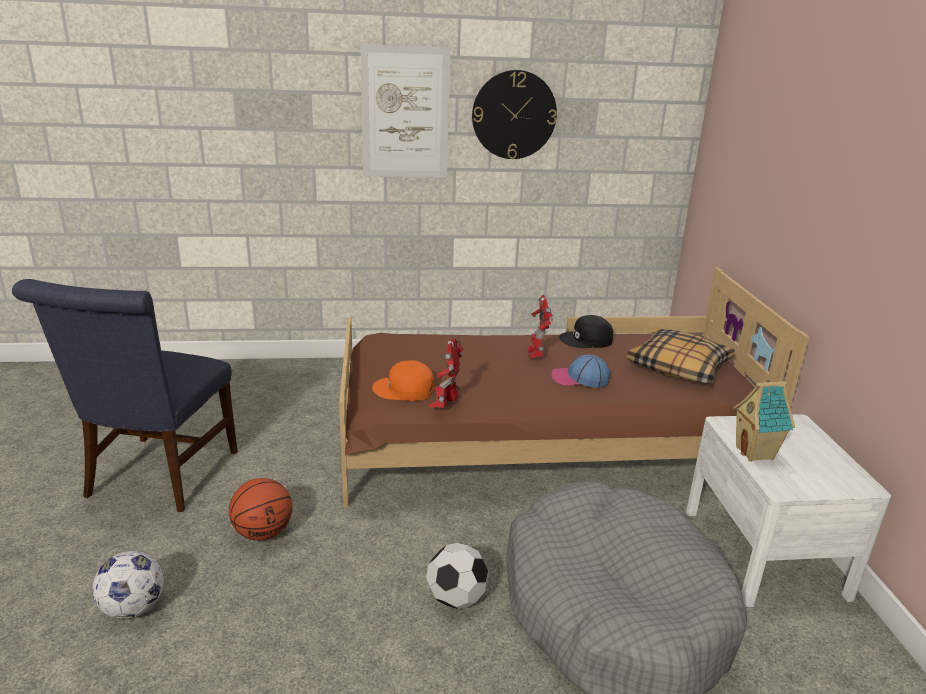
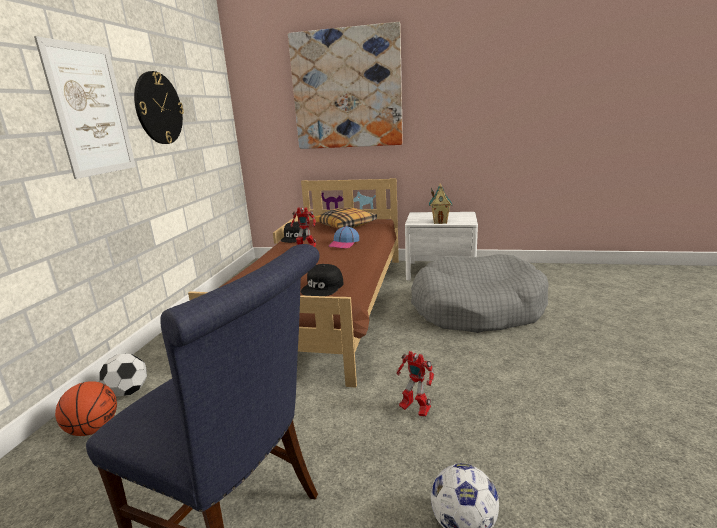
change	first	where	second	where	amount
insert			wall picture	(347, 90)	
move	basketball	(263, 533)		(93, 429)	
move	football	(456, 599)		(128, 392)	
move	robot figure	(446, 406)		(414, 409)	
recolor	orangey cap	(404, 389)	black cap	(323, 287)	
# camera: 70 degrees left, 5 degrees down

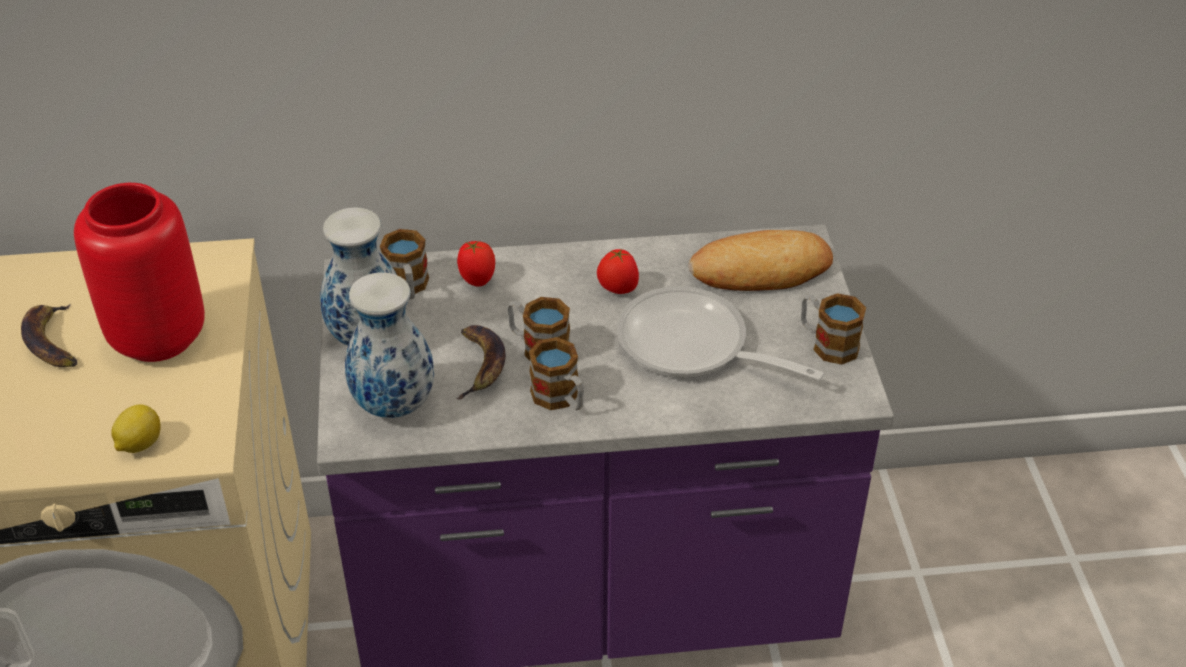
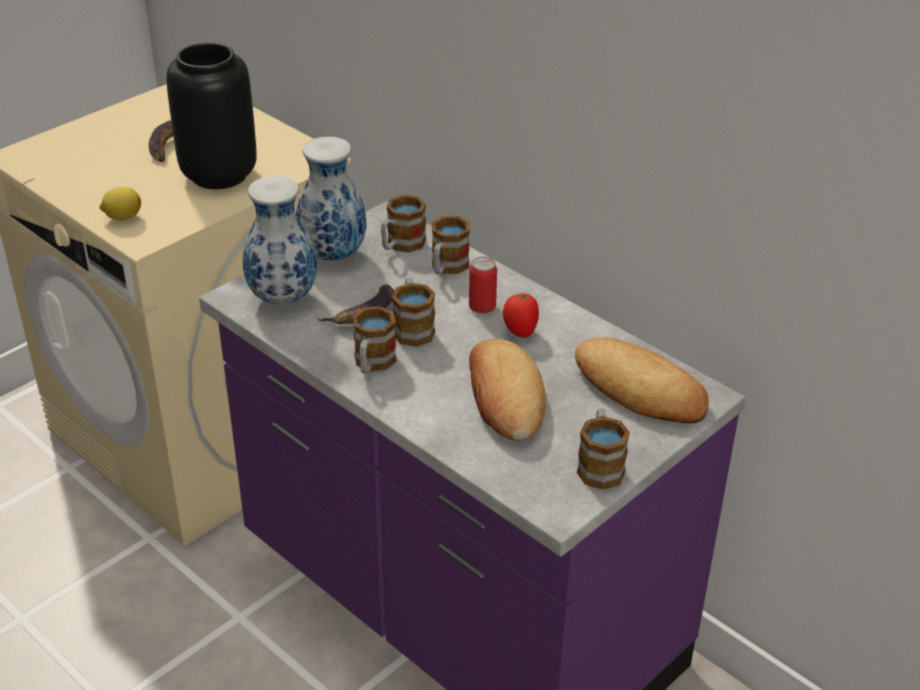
change	first	where	second	where	amount
insert			can	(482, 306)	
replace	tomato	(477, 279)	coffee mug	(447, 268)	
replace	frying pan	(692, 347)	baked bread	(504, 397)	
recolor	red decorative vase	(160, 337)	black decorative vase	(220, 176)	
# camera: 50 degrees right, 5 degrees down

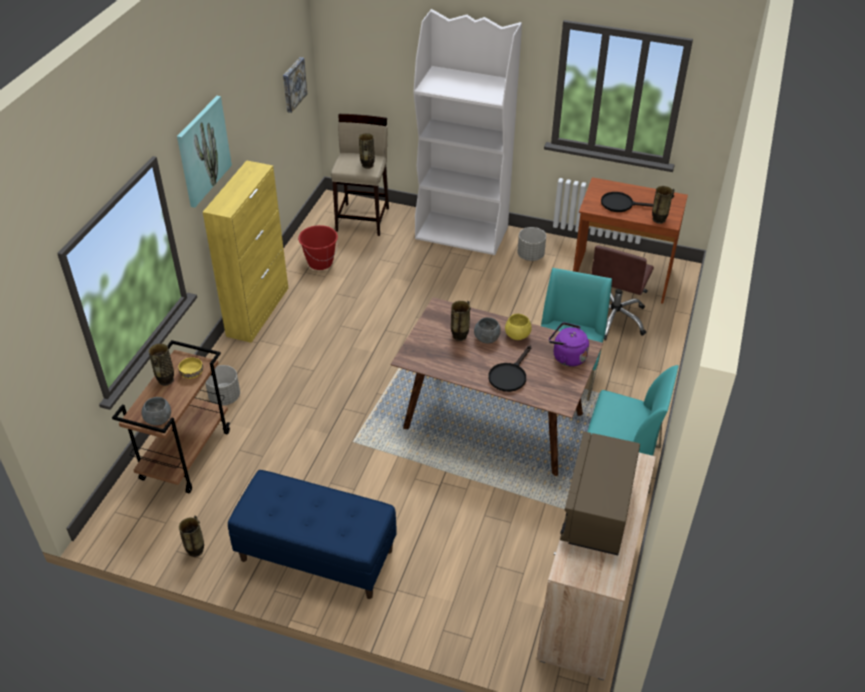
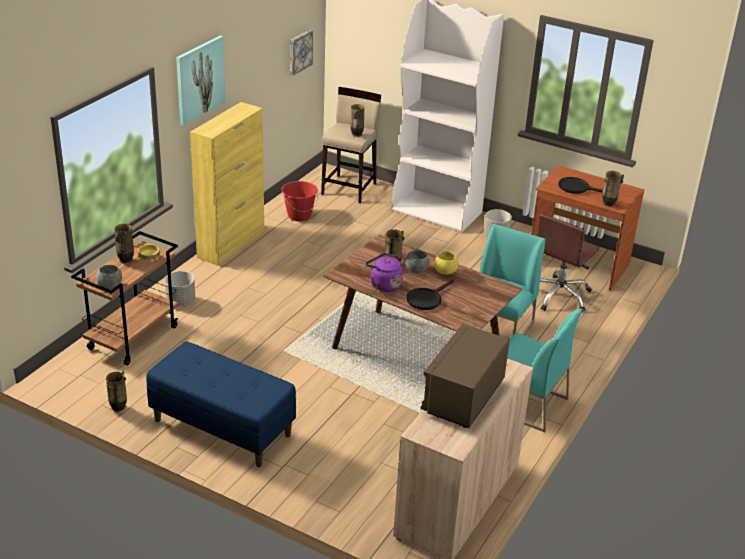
change	first	where	second	where	amount
move	purplish tea kettle	(567, 357)		(383, 285)	
# camera: 10 degrees right, 10 degrees down

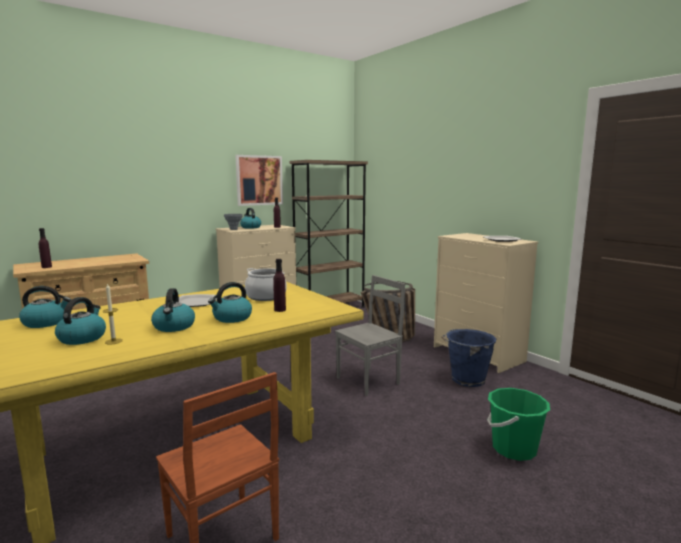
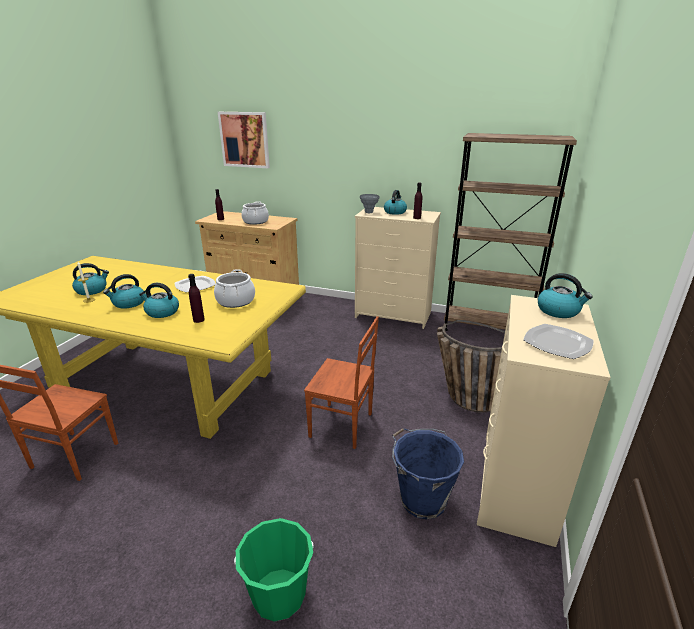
change	first	where	second	where	amount
insert			stockpot	(255, 221)	
move	tea kettle	(46, 323)		(559, 311)	
move	wall picture	(259, 180)		(244, 139)	
recolor	gray chair	(369, 381)	brown-coloured chair	(342, 426)	
# camera: 55 degrees right, 15 degrees up

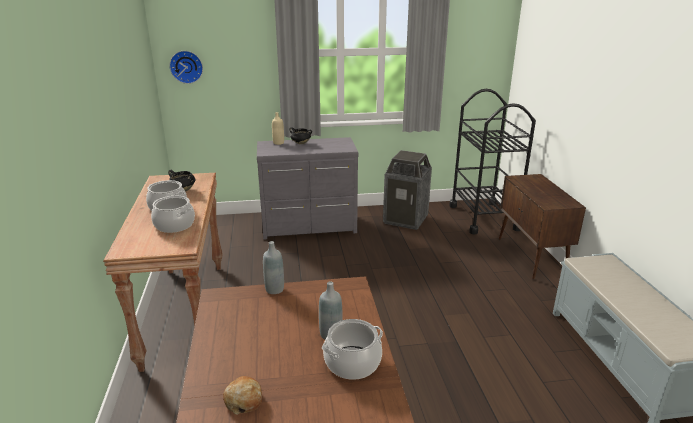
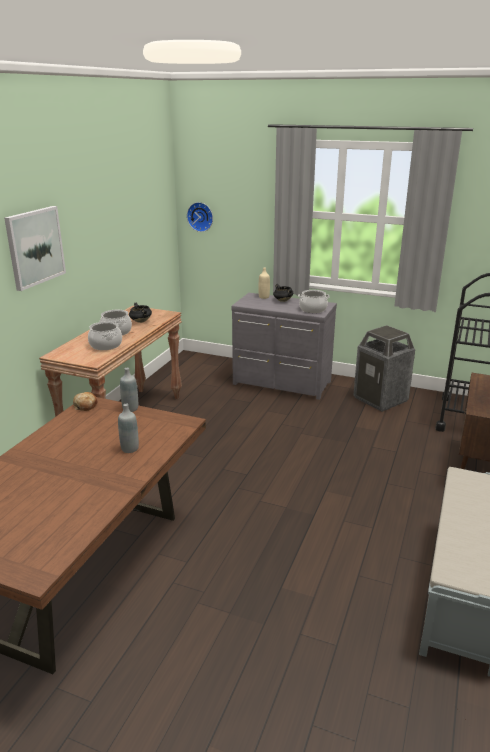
change	first	where	second	where	amount
insert			wall picture	(35, 247)	
move	baked bread	(243, 400)		(85, 406)	
move	stockpot	(352, 363)		(313, 309)	
# camera: 30 degrees right, 0 degrees up

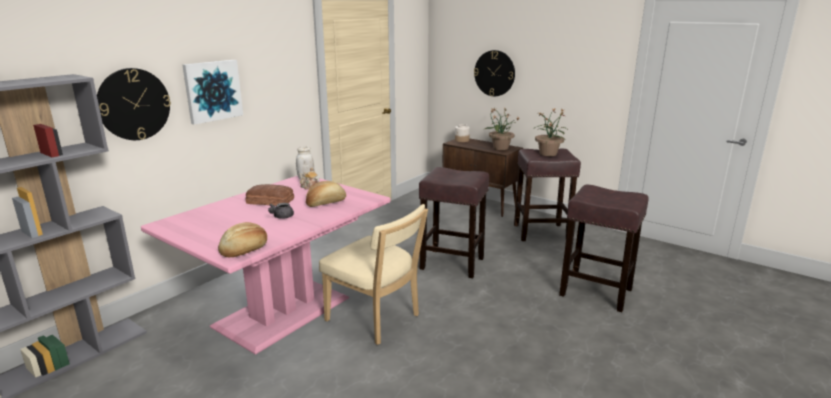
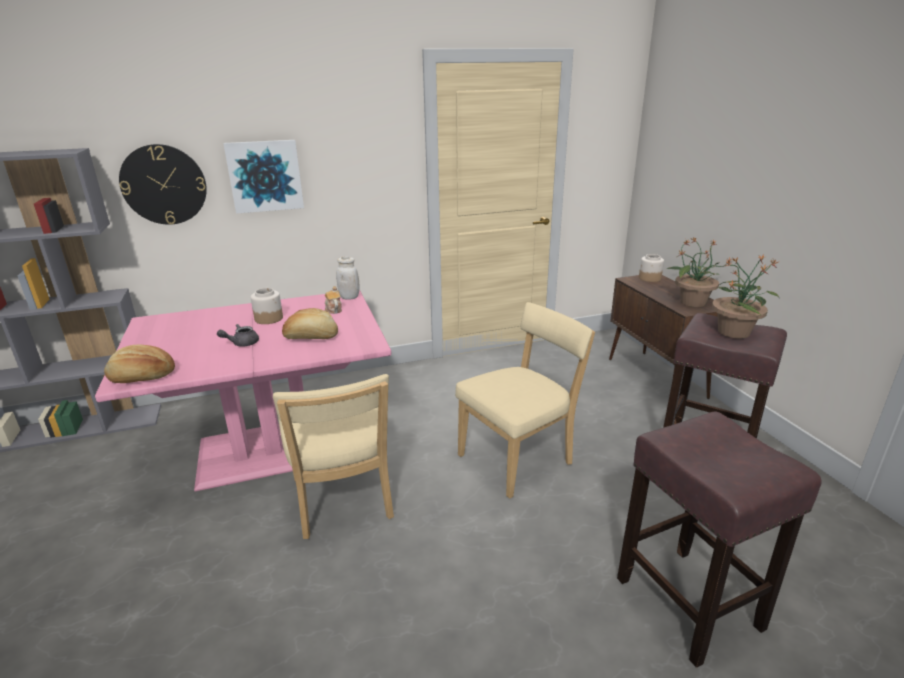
change	first	where	second	where	amount
delete	clock on the wall	(494, 73)			
replace	baked bread	(270, 201)	storage jar	(269, 318)	
replace	brown-coloured sitting stool	(453, 263)	beige-coloured chair	(519, 458)	
# camera: 35 degrees right, 5 degrees up

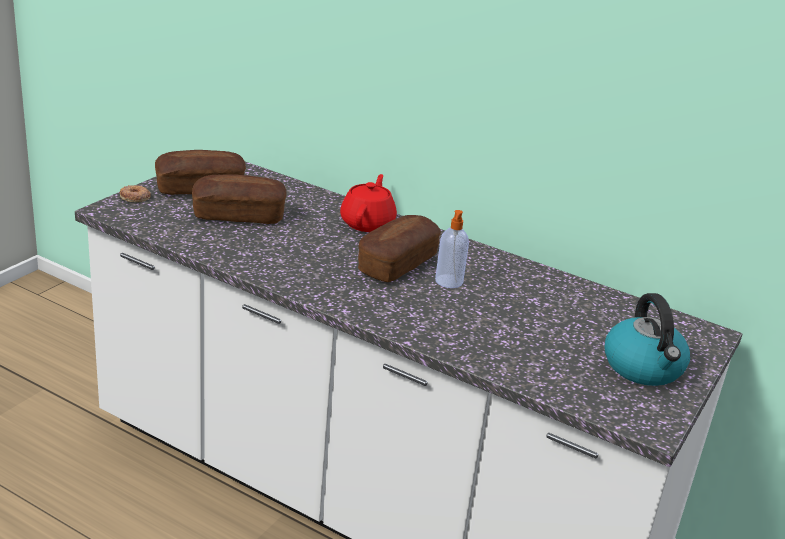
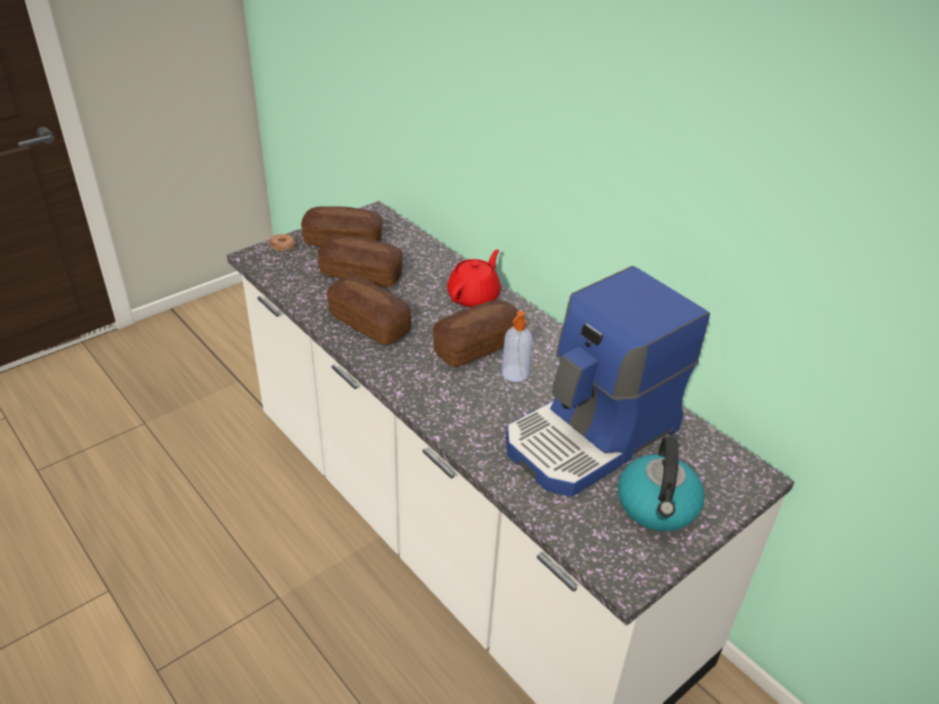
change	first	where	second	where	amount
insert			baked bread	(369, 323)	
insert			coffee machine	(592, 437)	
# camera: 20 degrees right, 10 degrees up

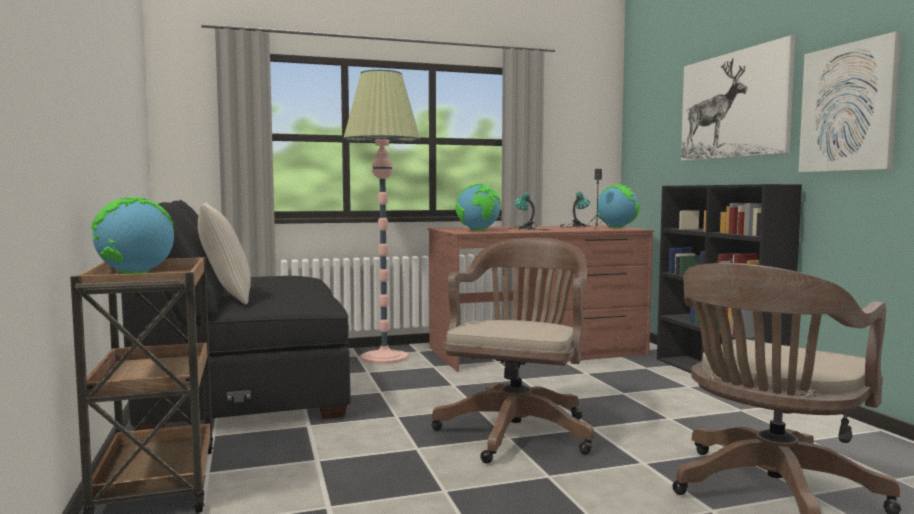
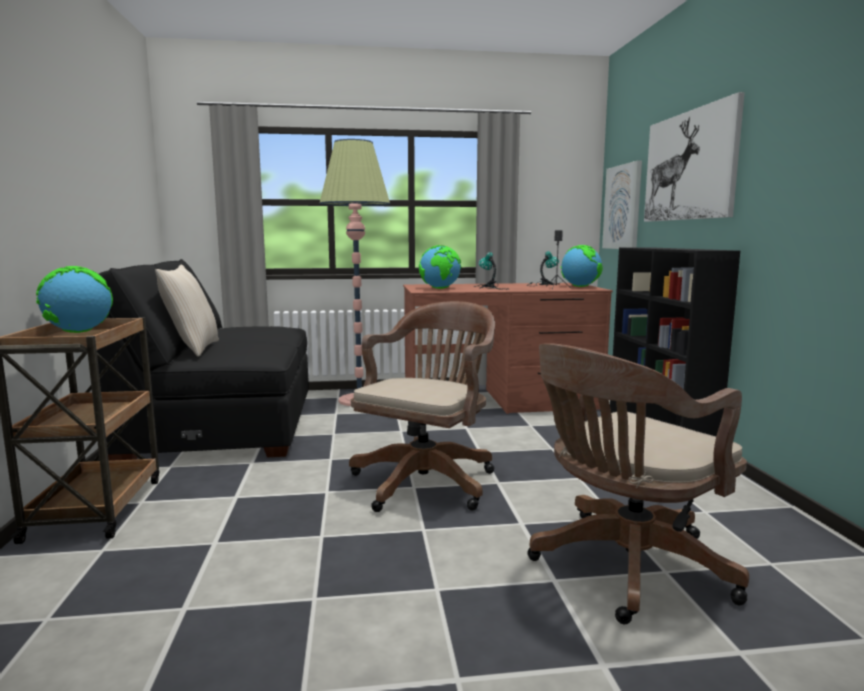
change	first	where	second	where	amount
move	wall picture	(848, 108)		(623, 207)	
# camera: 10 degrees right, 5 degrees up

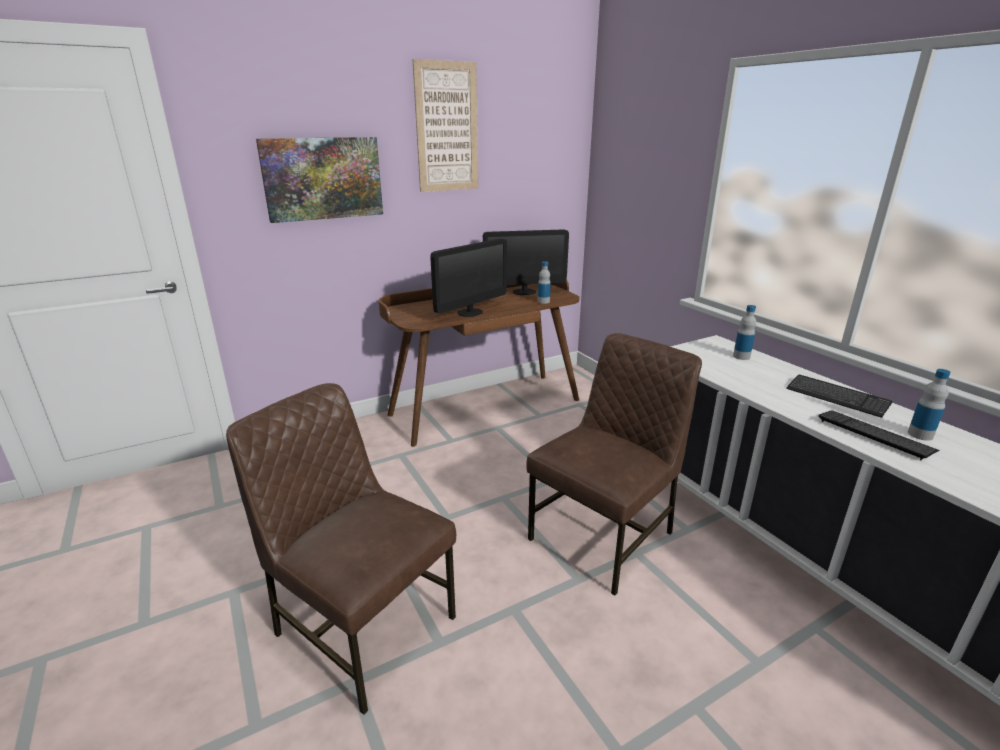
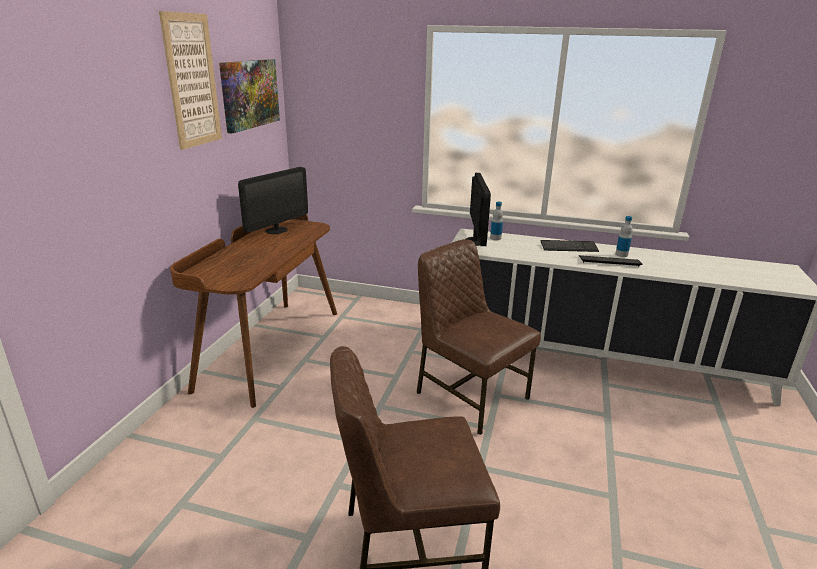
change	first	where	second	where	amount
delete	bottle	(543, 301)			
move	wall picture	(323, 178)		(249, 94)	
move	computer screen	(470, 312)		(475, 241)	
rotate	brown-coloured chair	(604, 536)		(470, 395)	45 degrees counterclockwise
# camera: 45 degrees left, 0 degrees up

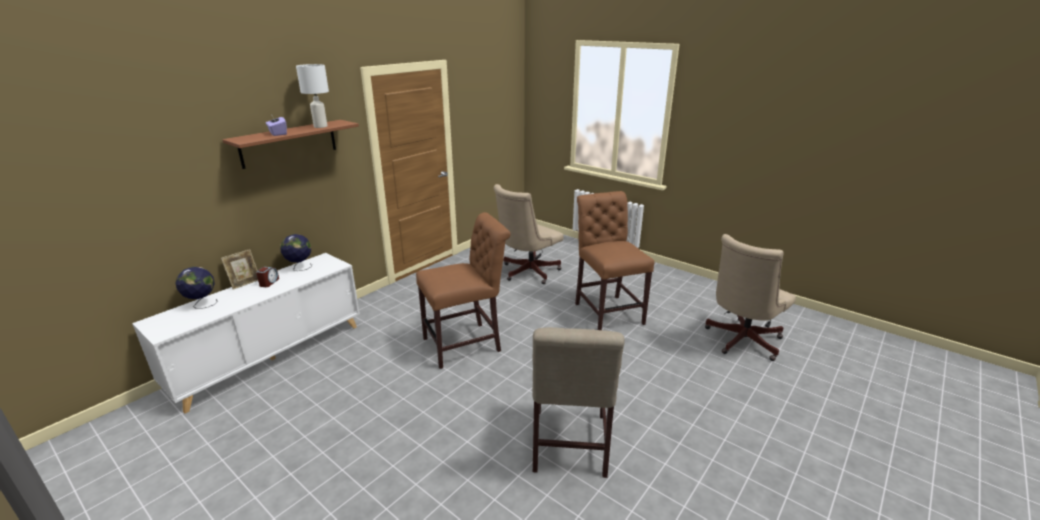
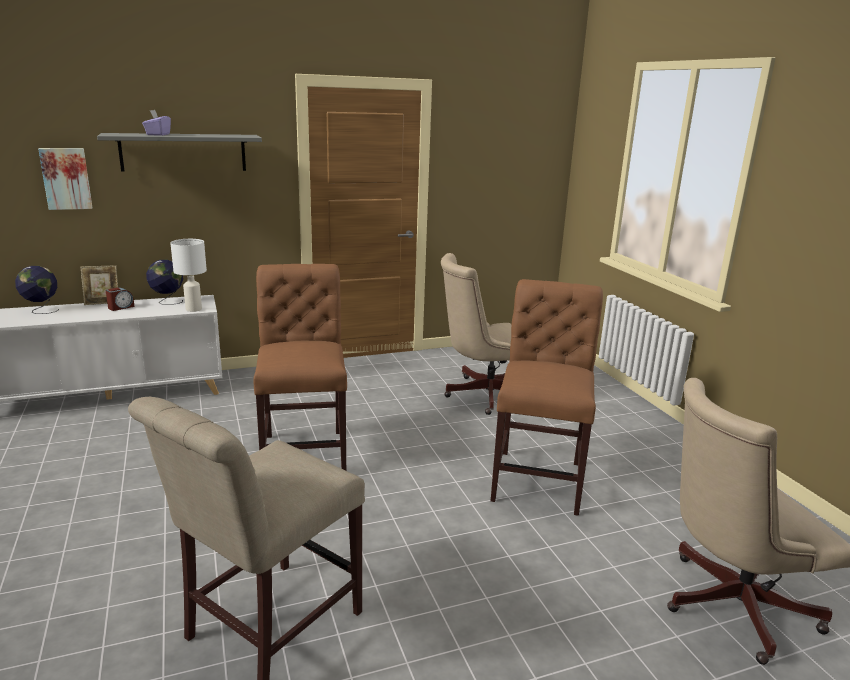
change	first	where	second	where	amount
insert			wall picture	(66, 178)	
move	whitish table lamp	(320, 126)		(193, 309)	
recolor	brown-coloured shelf	(289, 143)	gray shelf	(183, 152)	
rotate	brown-coloured chair	(466, 344)		(305, 451)	105 degrees counterclockwise
# camera: 30 degrees right, 5 degrees down

